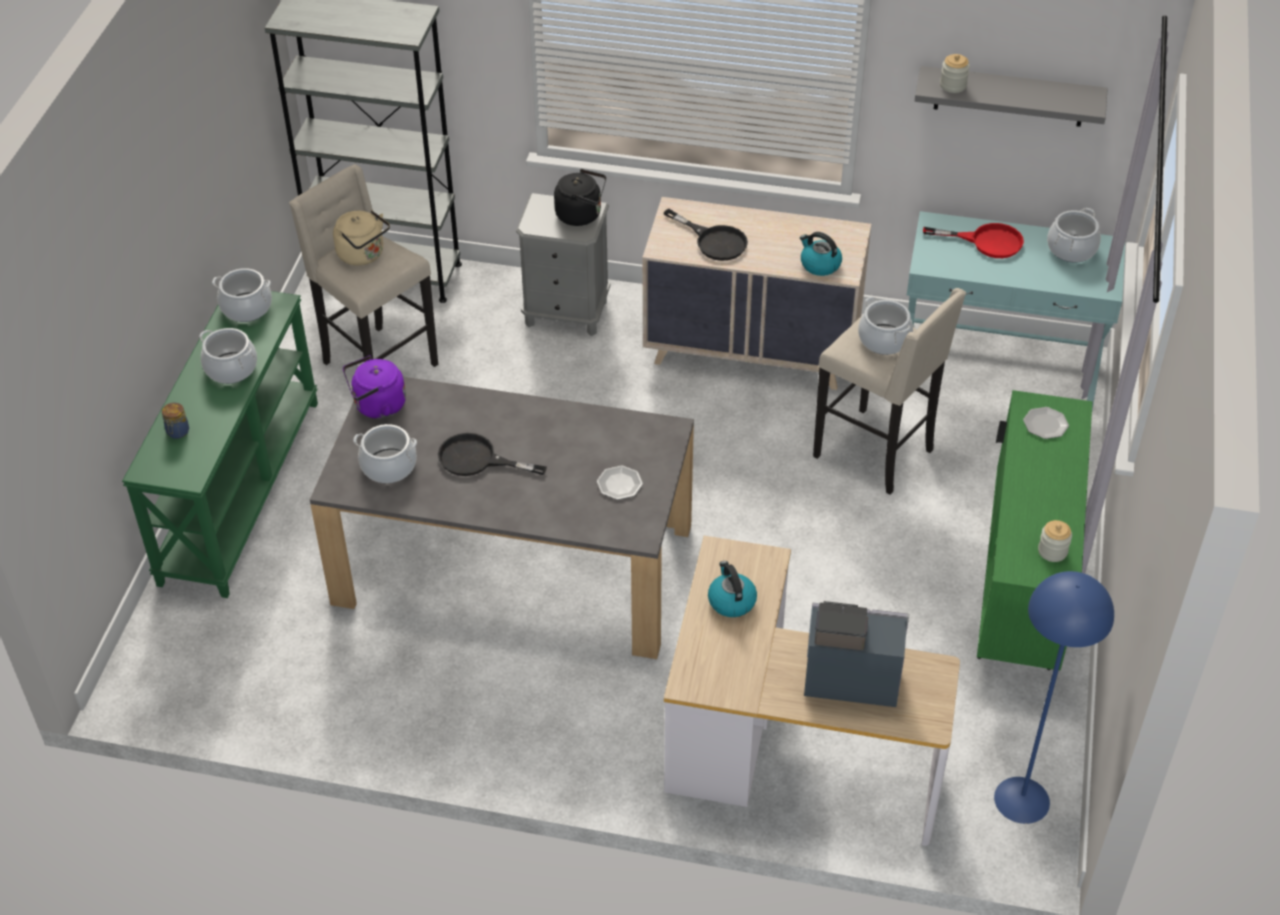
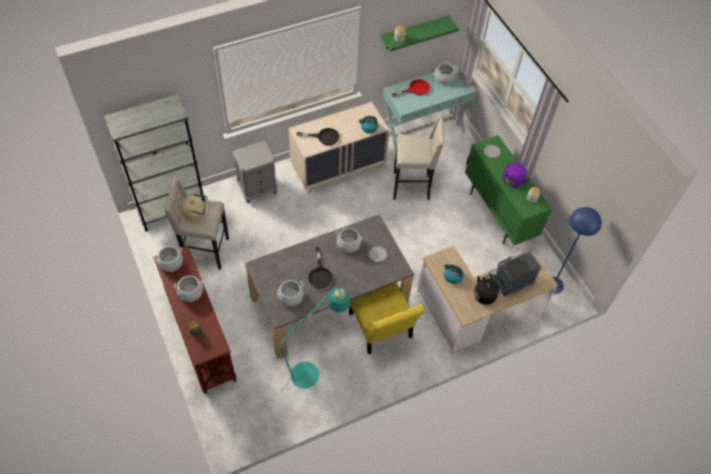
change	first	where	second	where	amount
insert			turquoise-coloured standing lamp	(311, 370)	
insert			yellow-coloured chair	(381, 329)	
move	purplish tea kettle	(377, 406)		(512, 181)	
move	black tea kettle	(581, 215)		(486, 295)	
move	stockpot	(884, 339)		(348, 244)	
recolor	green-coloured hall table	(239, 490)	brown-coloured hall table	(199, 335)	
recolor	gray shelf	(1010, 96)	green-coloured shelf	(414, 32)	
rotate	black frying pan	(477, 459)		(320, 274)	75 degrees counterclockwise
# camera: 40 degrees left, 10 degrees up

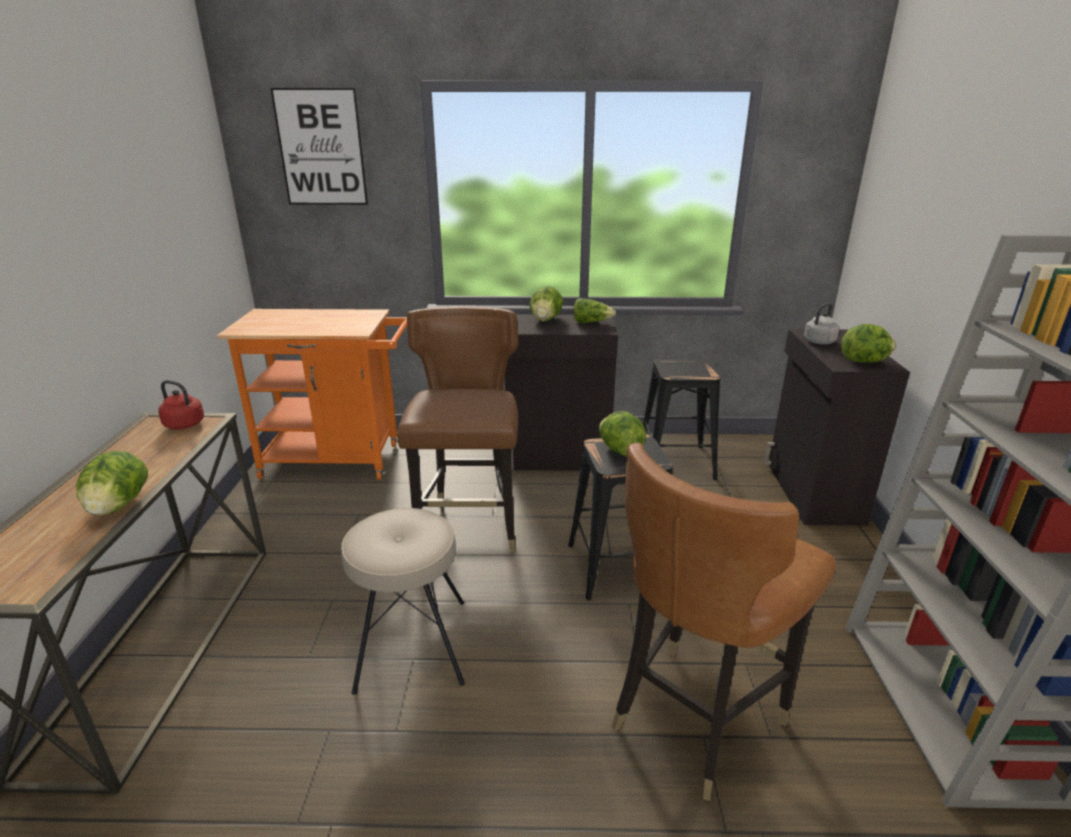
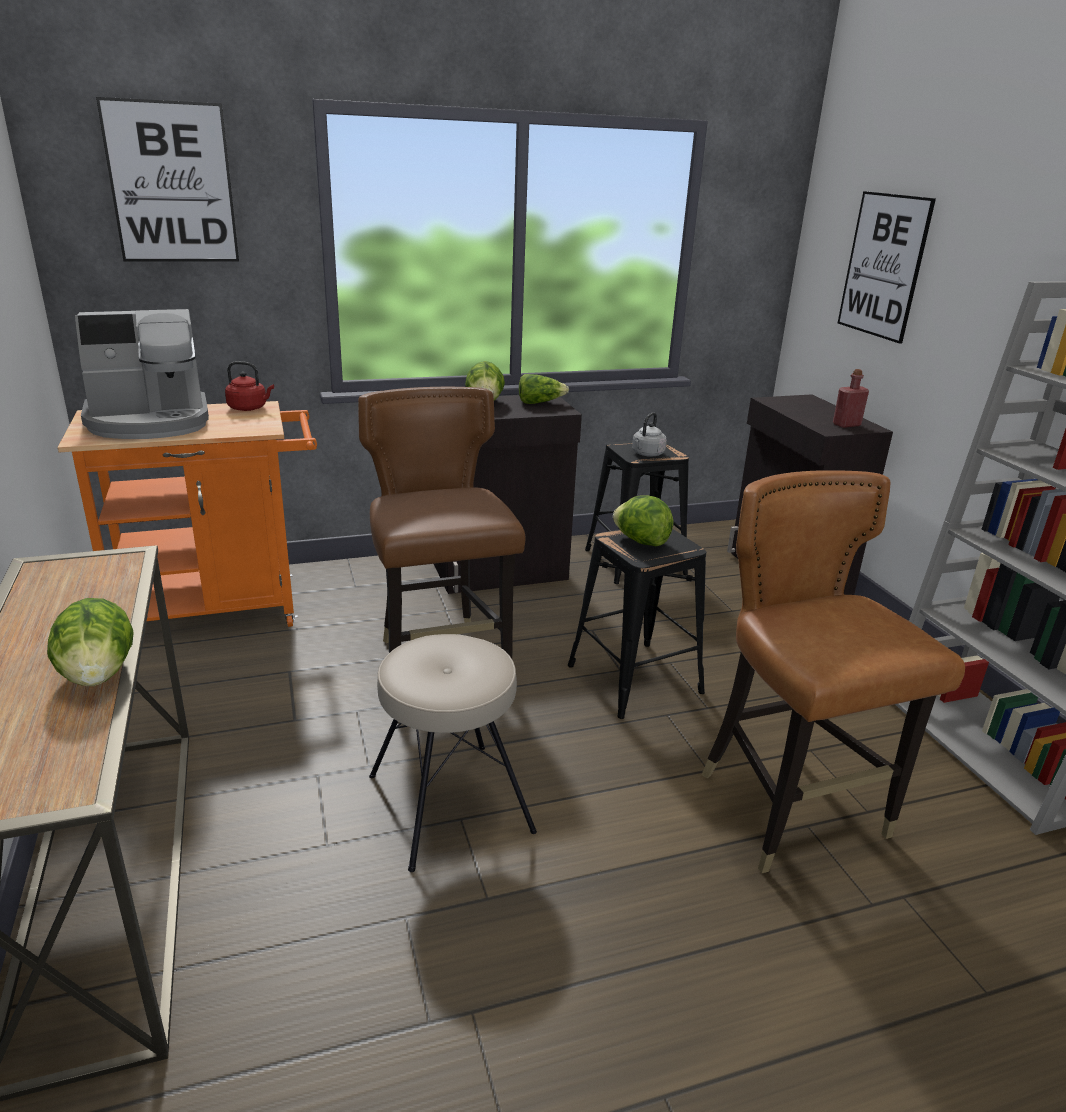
change	first	where	second	where	amount
insert			coffee machine	(150, 422)	
insert			wall picture	(883, 266)	
move	red tea kettle	(186, 425)		(249, 408)	
move	gray tea kettle	(818, 342)		(647, 454)	
replace	head of lettuce	(864, 361)	red bottle	(846, 425)	
rotate	brown-coloured chair	(695, 717)		(790, 810)	135 degrees clockwise
# camera: 20 degrees left, 0 degrees up

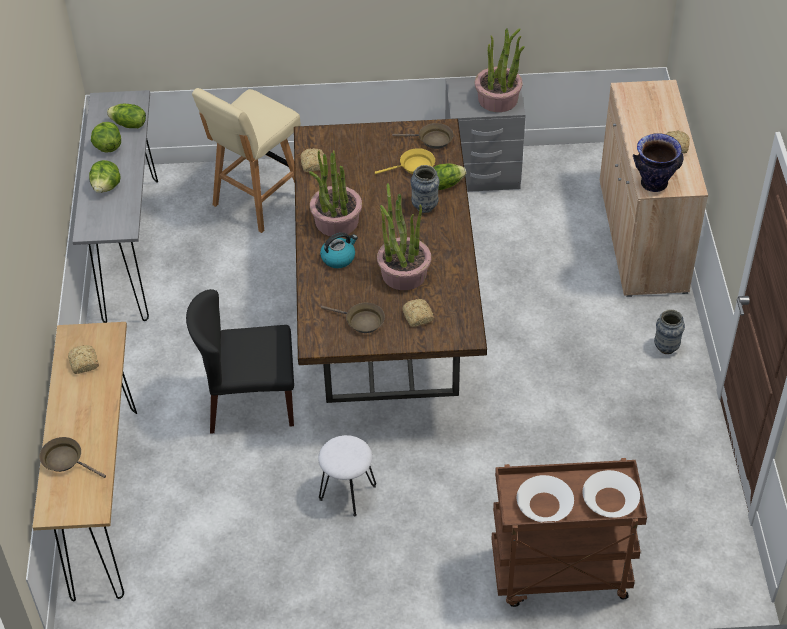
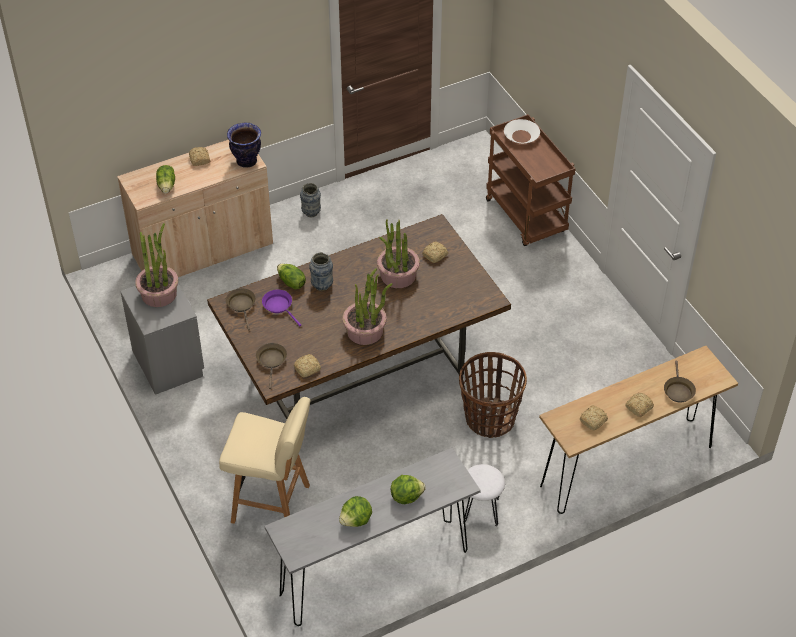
change	first	where	second	where	amount
delete	tea kettle	(338, 258)			
delete	whitish bowl	(544, 504)			
insert			baked bread	(638, 408)	
move	head of lettuce	(129, 124)		(167, 186)	
move	whitish sitting stool	(347, 493)		(481, 510)	
move	brown-coloured frying pan	(361, 321)		(271, 361)	
replace	black chair	(250, 402)	storage basket	(489, 419)	
recolor	yellow-coloured frying pan	(414, 166)	purplish frying pan	(279, 306)	
# camera: 115 degrees left, 0 degrees up

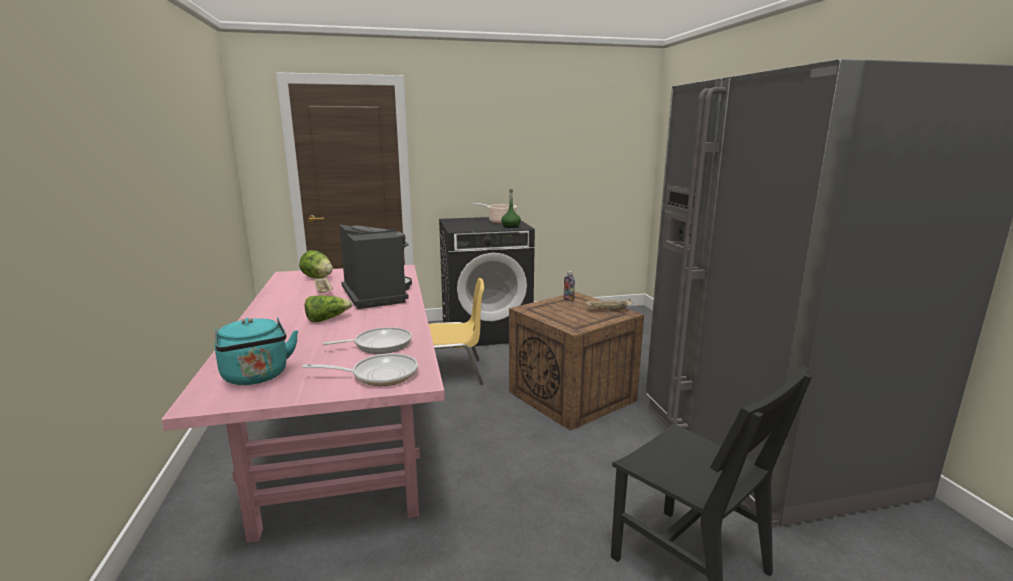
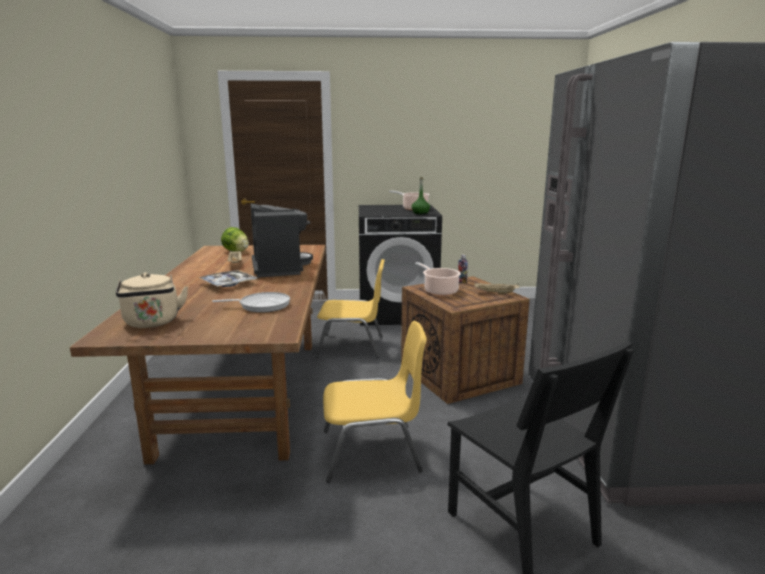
change	first	where	second	where	amount
delete	frying pan	(379, 375)			
insert			yellow-coloured chair	(372, 451)	
insert			stockpot	(439, 291)	
replace	head of lettuce	(327, 319)	serving tray	(228, 284)	
recolor	pink dining table	(346, 437)	brown-coloured dining table	(246, 391)	
recolor	turquoise-coloured tea kettle	(257, 377)	beige-coloured tea kettle	(152, 323)	
# camera: 10 degrees right, 0 degrees up

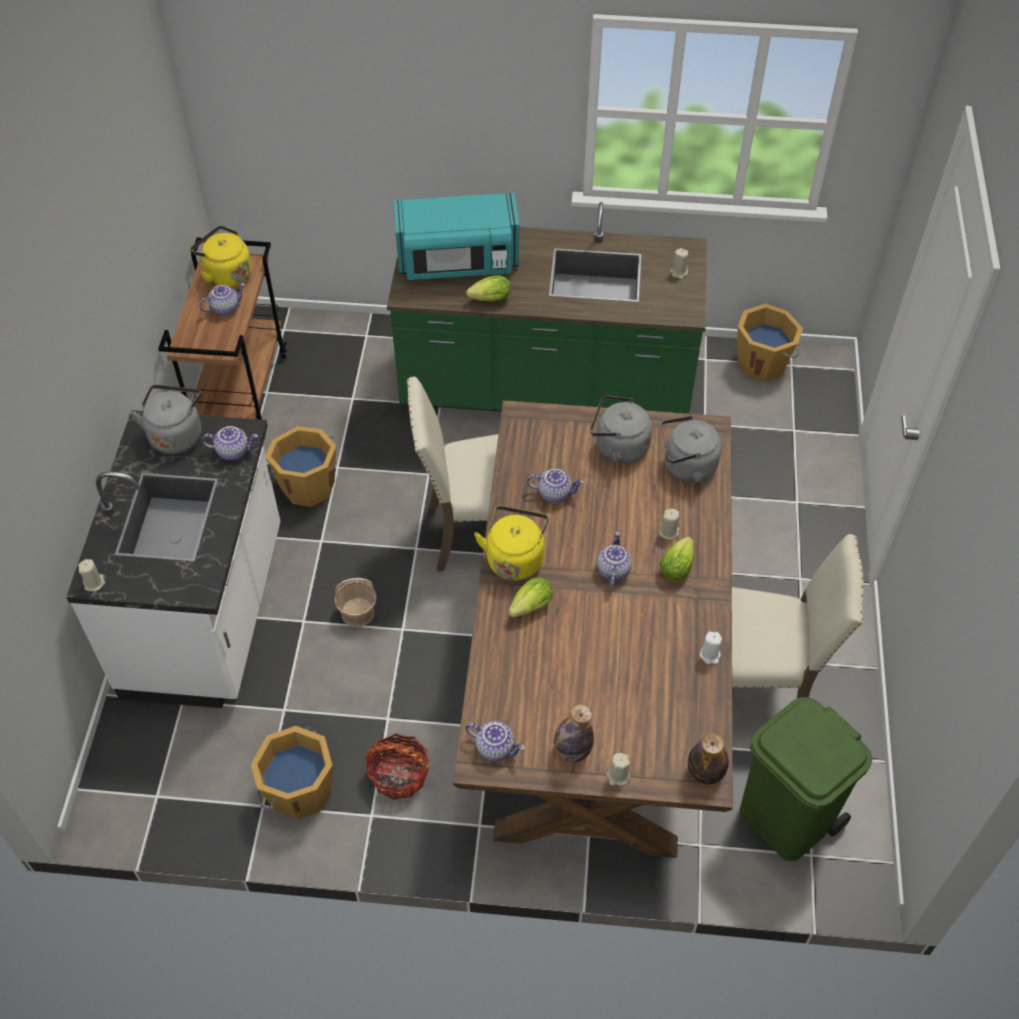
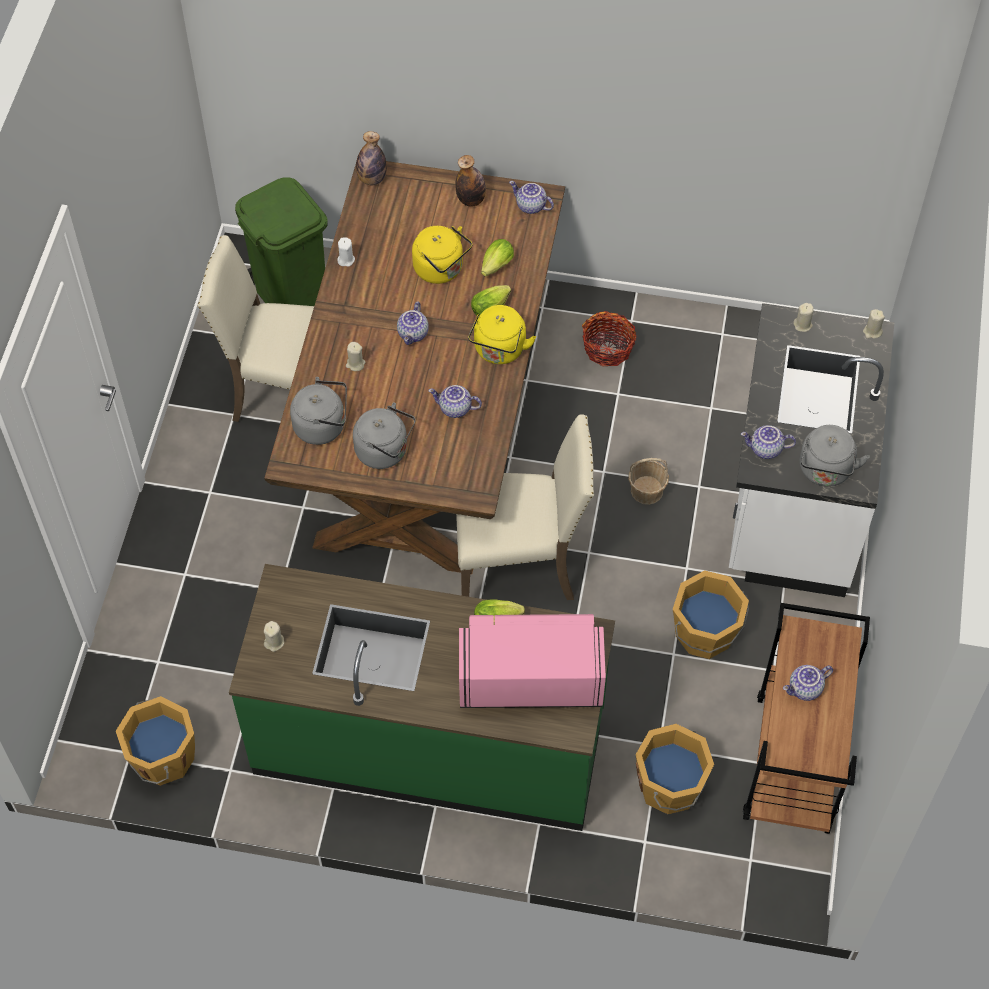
change	first	where	second	where	amount
move	yellow-coloured tea kettle	(226, 274)		(441, 269)	
move	orangey bucket	(299, 790)		(670, 787)	
move	beige-coloured wax light	(618, 776)		(803, 325)	
move	head of lettuce	(678, 566)		(495, 267)	
recolor	turquoise-coloured microwave oven	(458, 262)	pink microwave oven	(530, 678)	
# camera: 175 degrees left, 5 degrees up

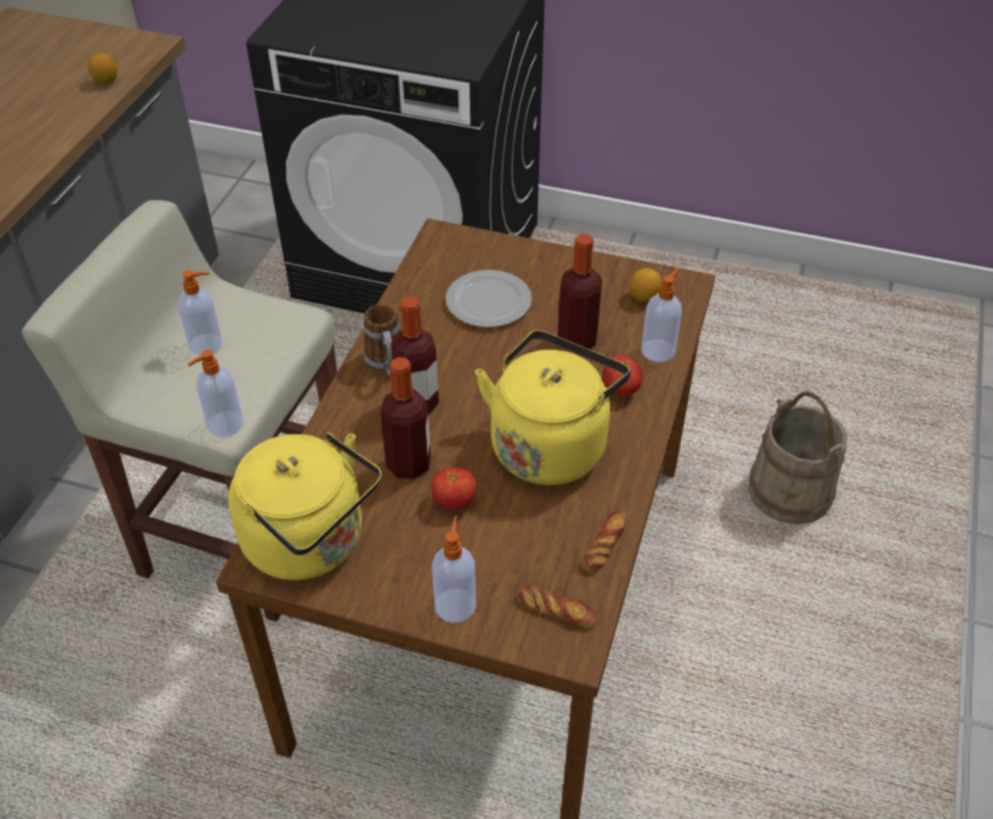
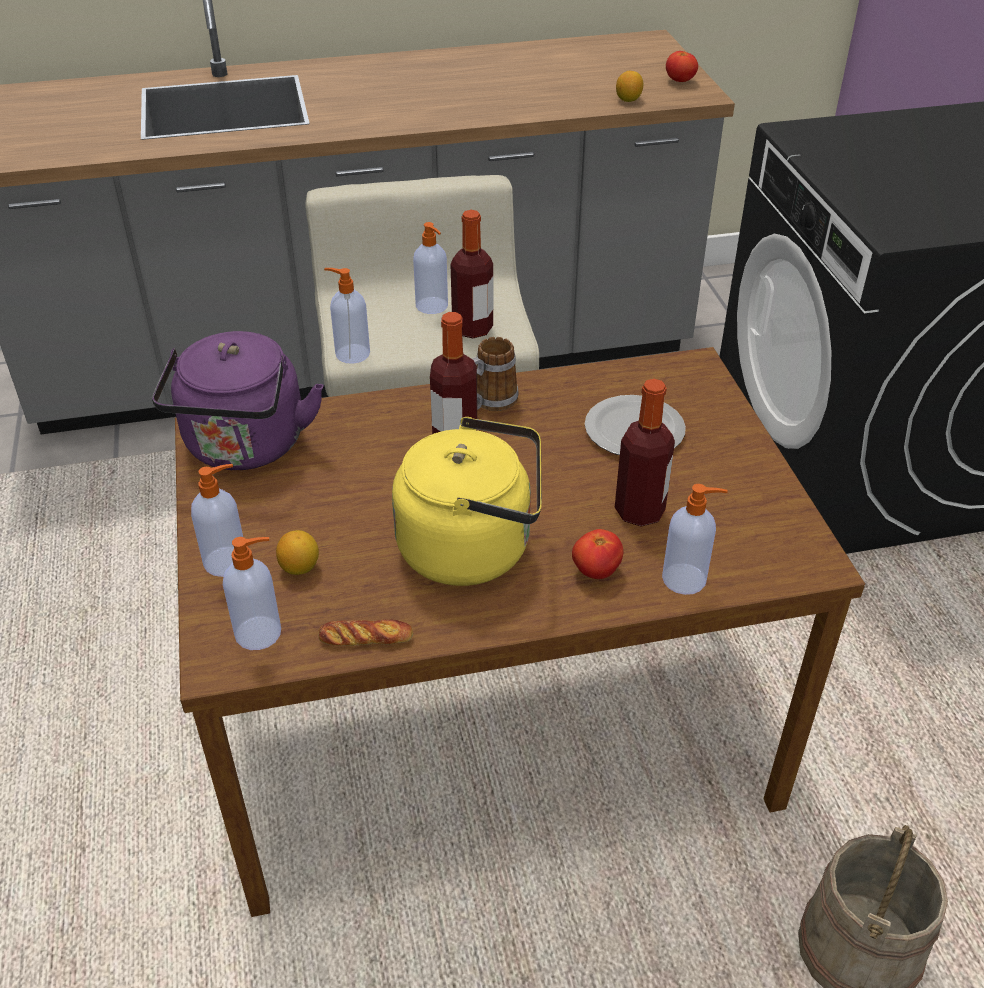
change	first	where	second	where	amount
move	bottle	(408, 464)		(472, 329)	
move	tomato	(454, 501)		(680, 81)	
move	citrus fruit	(644, 297)		(300, 567)	
replace	baked bread	(556, 609)	soap dispenser	(260, 633)	
recolor	yellow-coloured tea kettle	(311, 543)	purplish tea kettle	(245, 448)	
# camera: 60 degrees right, 5 degrees down

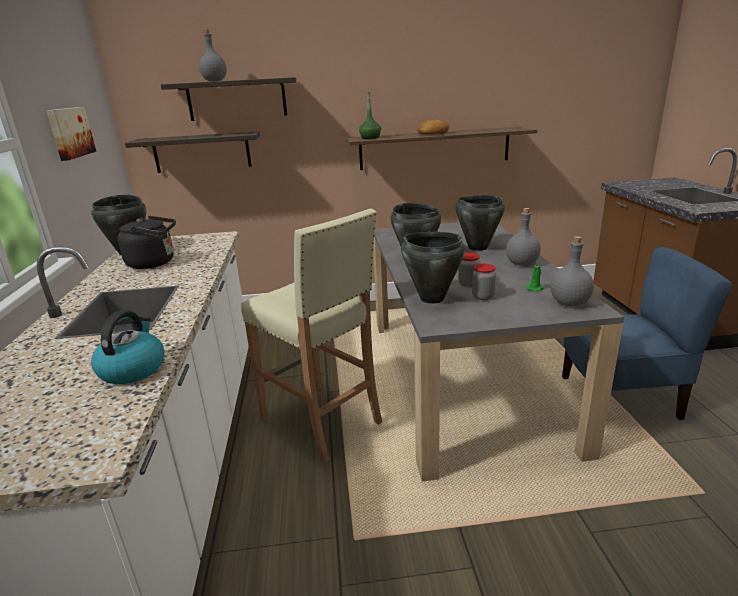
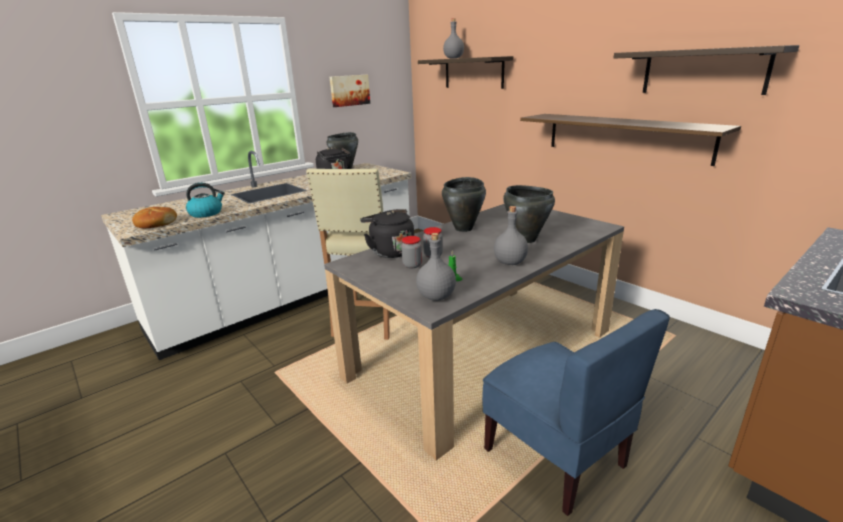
change	first	where	second	where	amount
delete	green-coloured bottle	(370, 138)			
move	shelf	(202, 152)		(703, 71)	
move	baked bread	(432, 133)		(156, 224)	
replace	black stockpot	(431, 298)	black tea kettle	(390, 251)	
# camera: 55 degrees right, 0 degrees up

